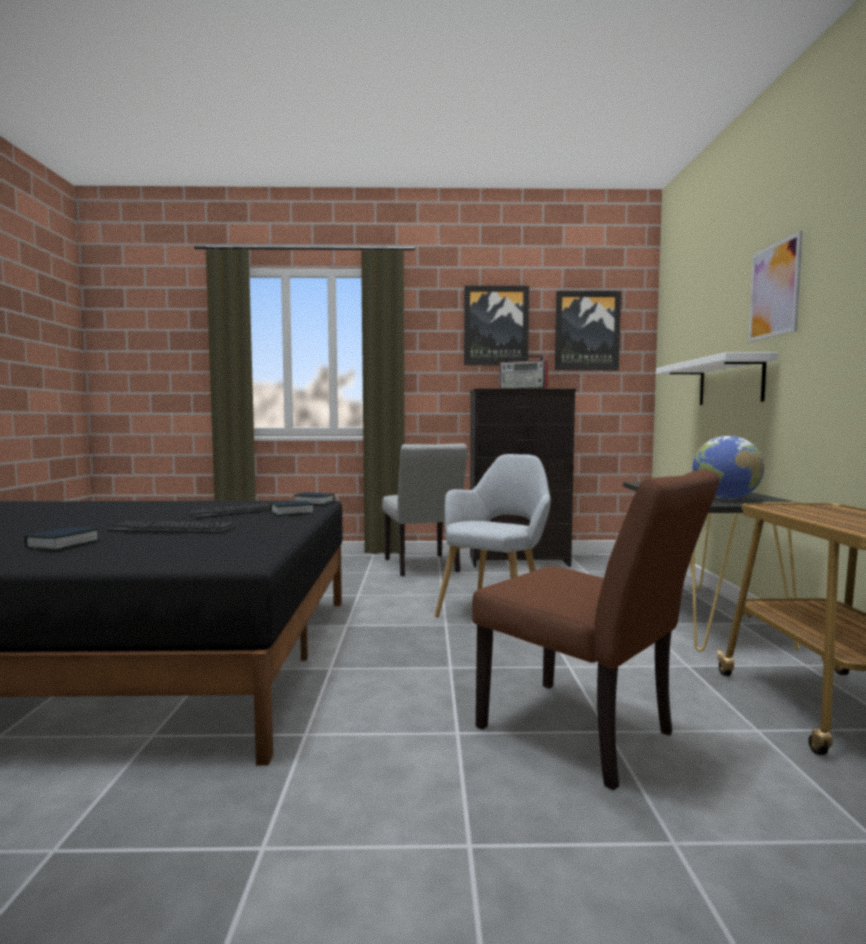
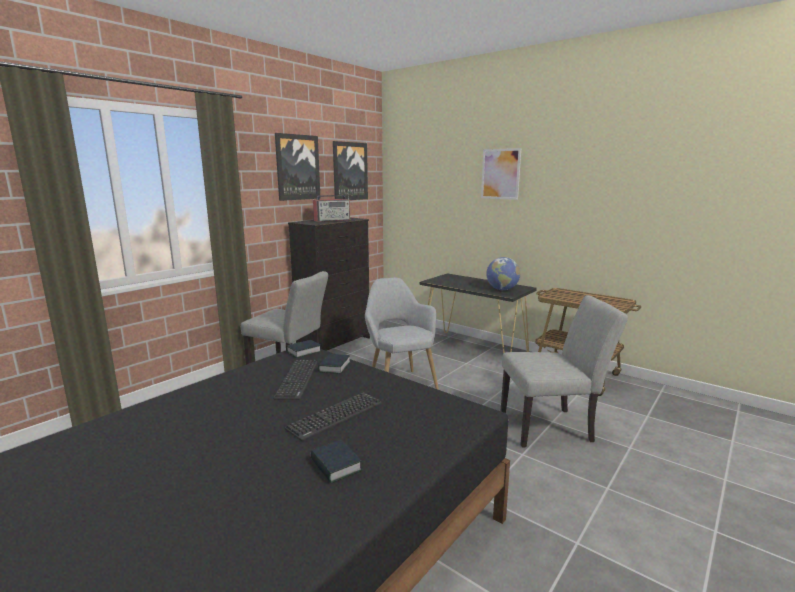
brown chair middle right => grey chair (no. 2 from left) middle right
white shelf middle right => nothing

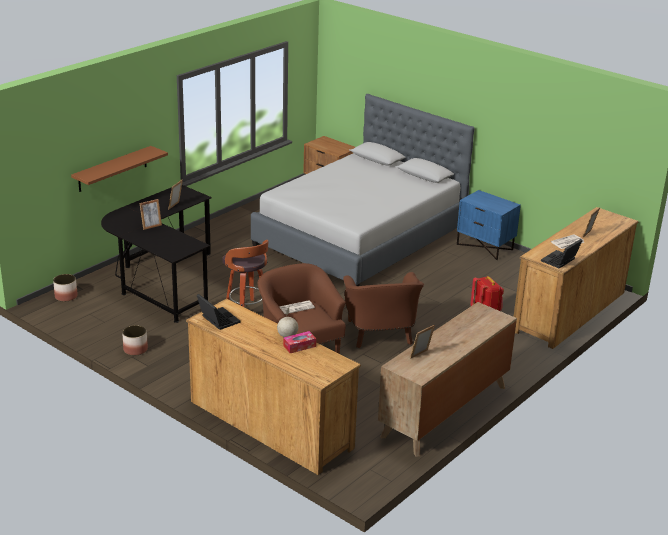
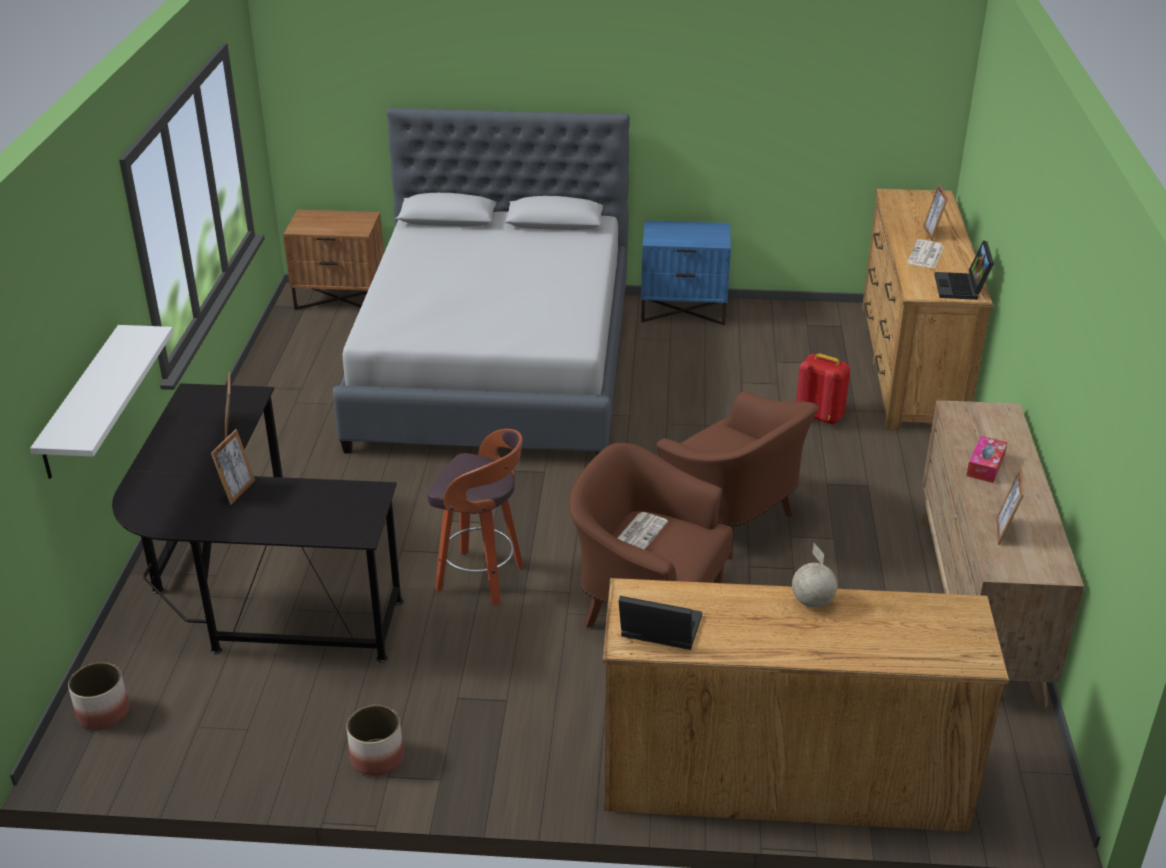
brown shelf top left => white shelf middle left
tissue box centre => tissue box middle right, shifted

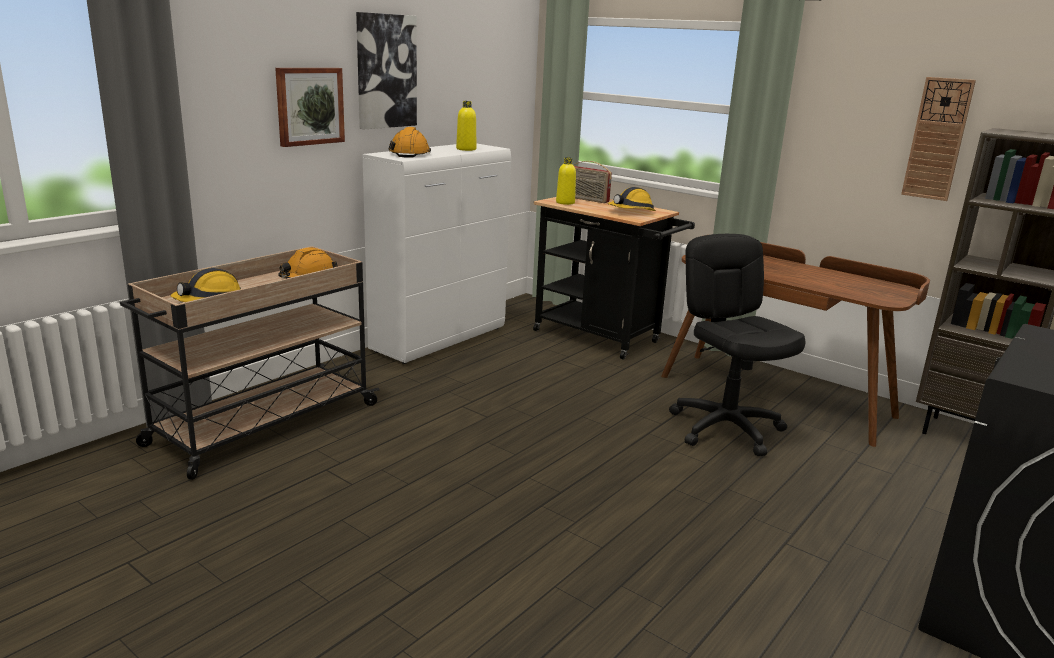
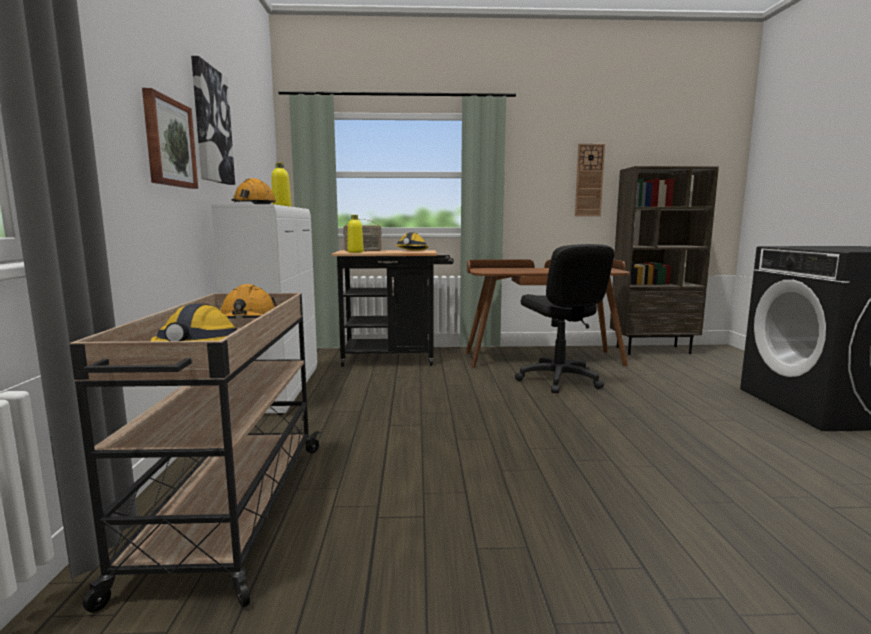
black office chair middle right => black office chair centre, 135 degrees counterclockwise

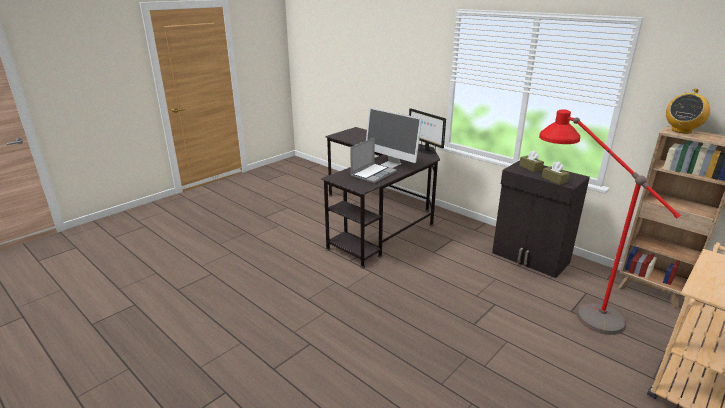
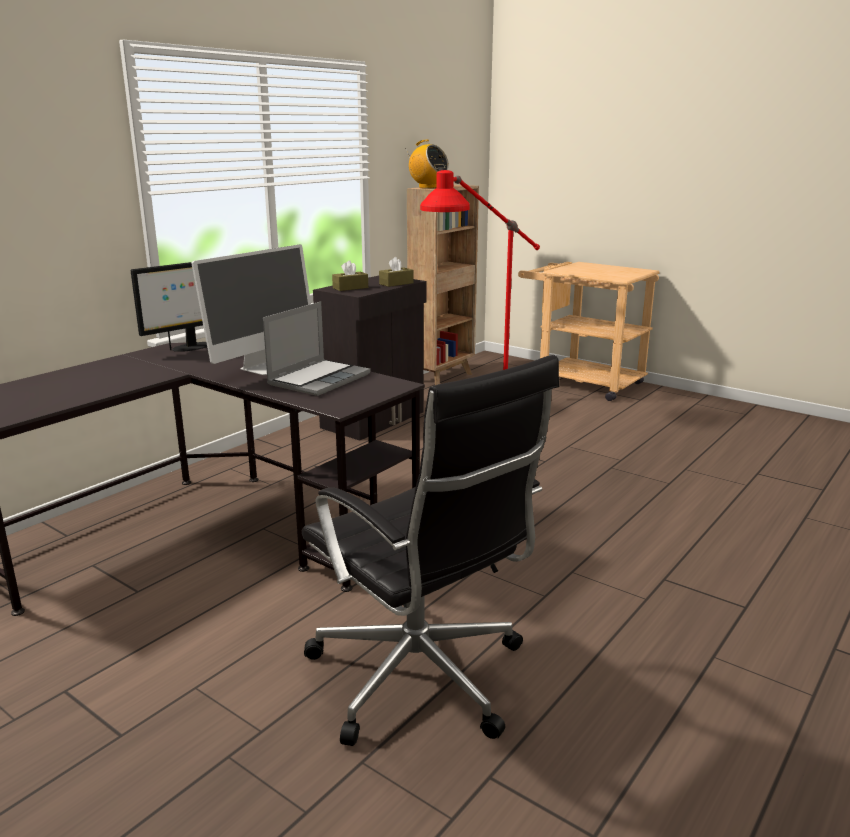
laptop centre, 90 degrees clockwise
nothing => black office chair centre

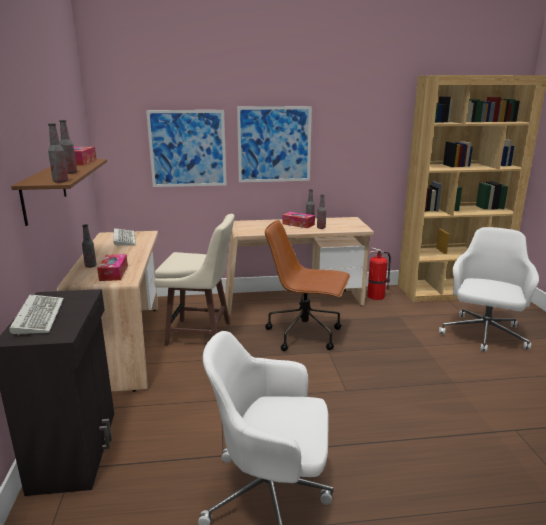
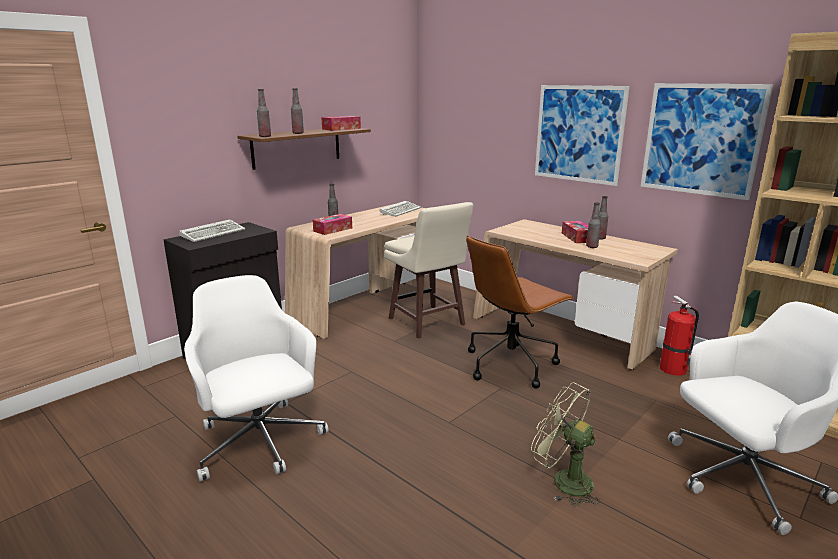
picture (no. 1 from left in the first image) top centre => picture (no. 2 from left) top right, shifted
brown office chair centre, 105 degrees counterclockwise
nothing => green fan bottom right

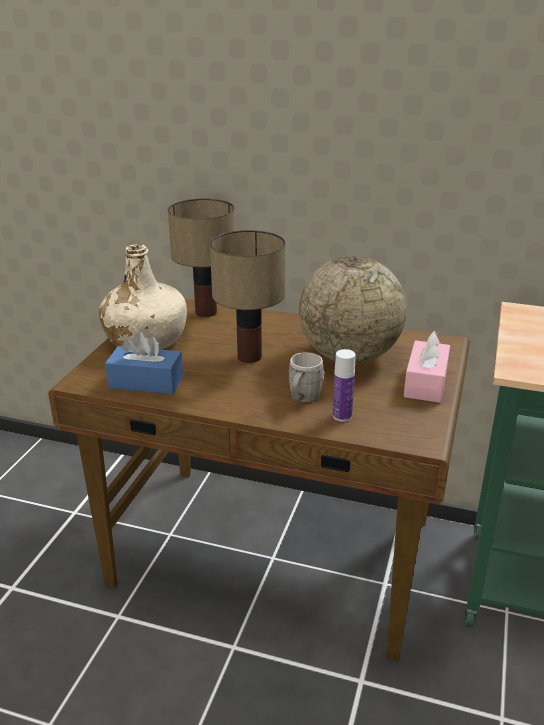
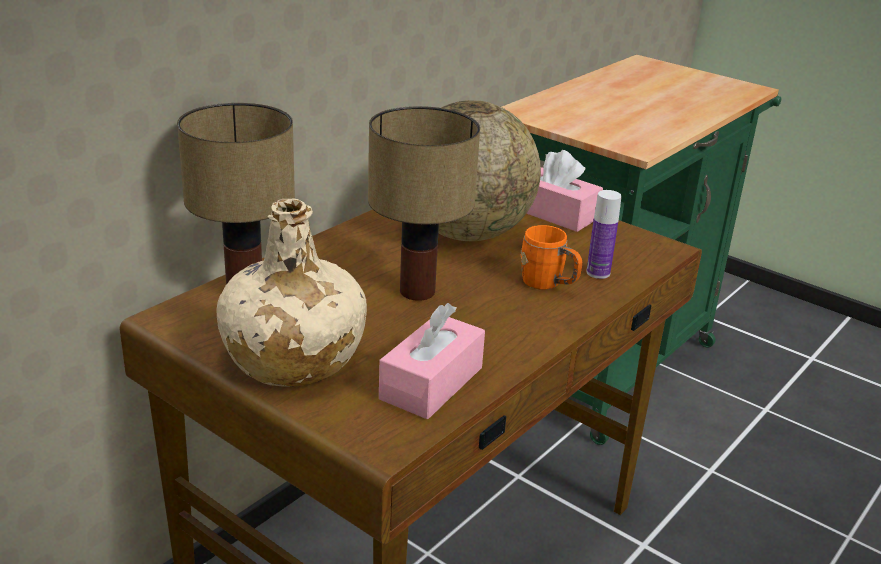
blue tissue box middle left => pink tissue box (no. 1 from left) centre
grey mug centre => orange mug centre

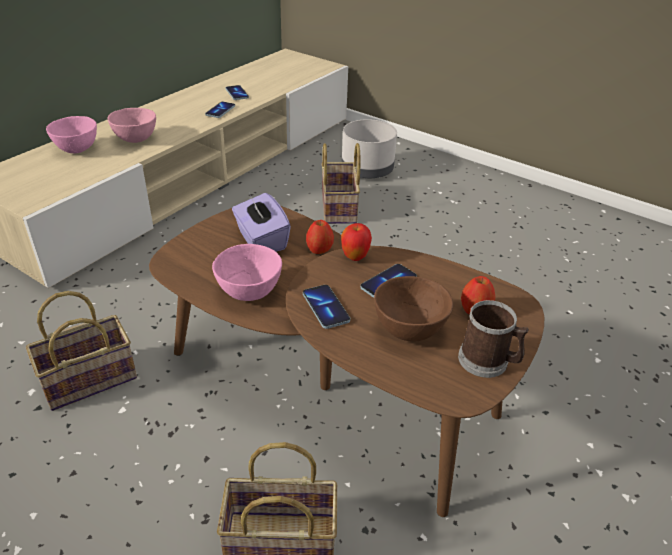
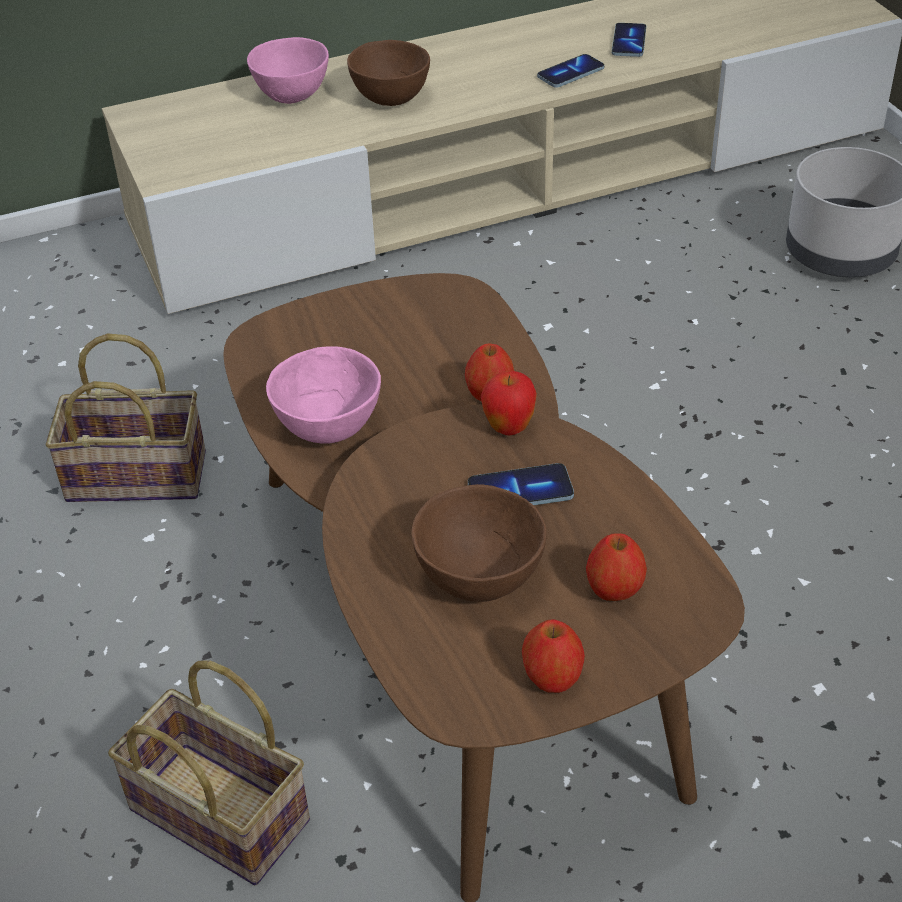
pink bowl (no. 2 from left) top left => brown bowl (no. 1 from left) top centre
purple tissue box centre => nothing
phone (no. 3 from left) centre => nothing
basket (no. 3 from left) top centre => nothing
mug middle right => apple (no. 3 from left) bottom centre

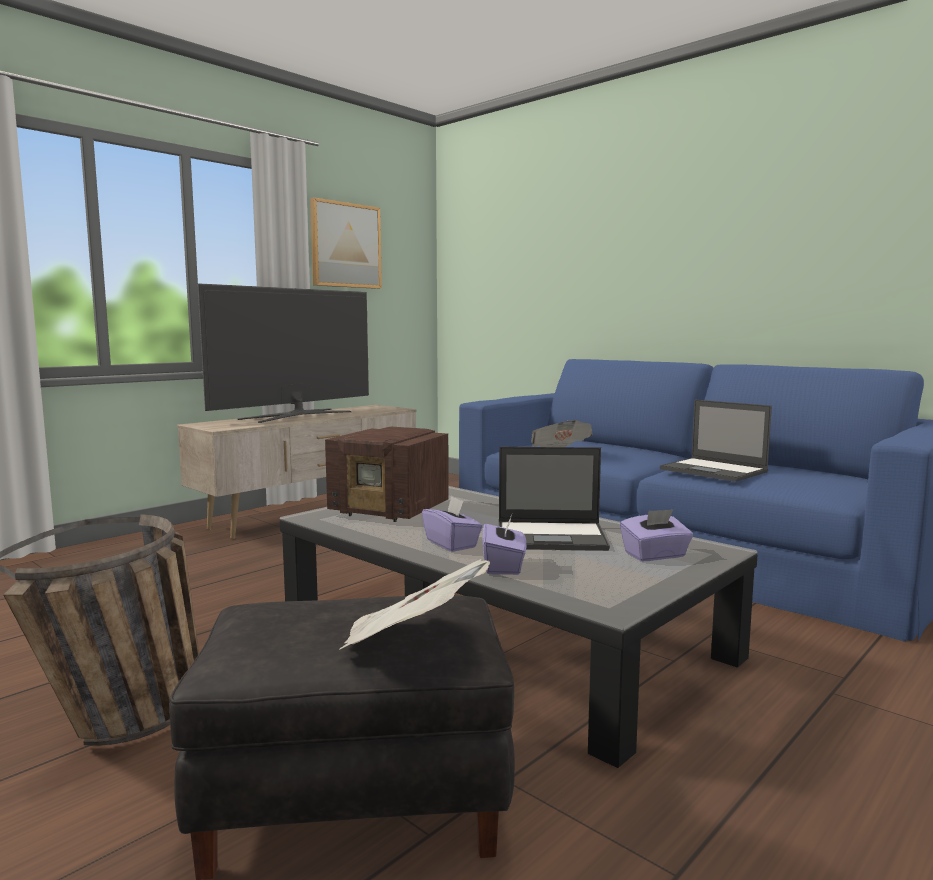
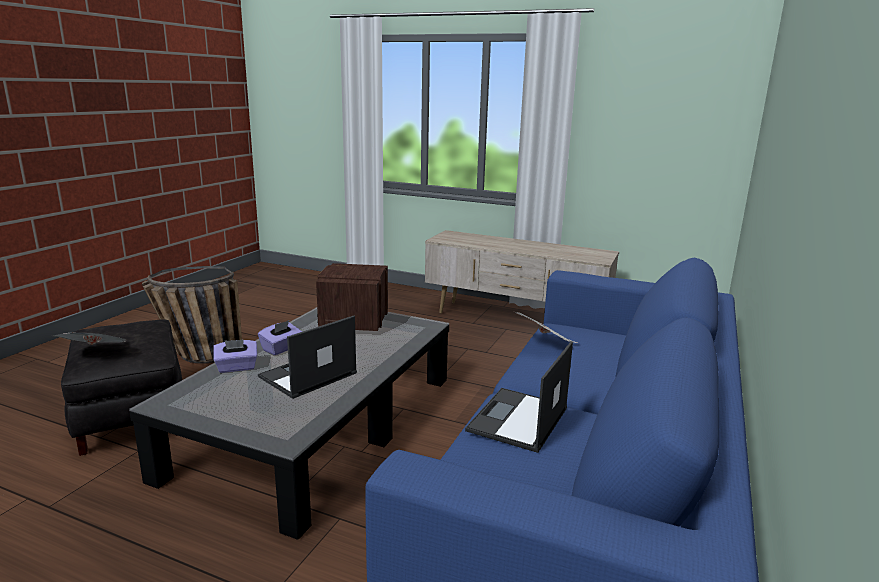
television middle left => nothing
picture top centre => nothing
laptop (no. 1 from left) centre, 60 degrees clockwise
purple tissue box (no. 3 from left) middle right => nothing

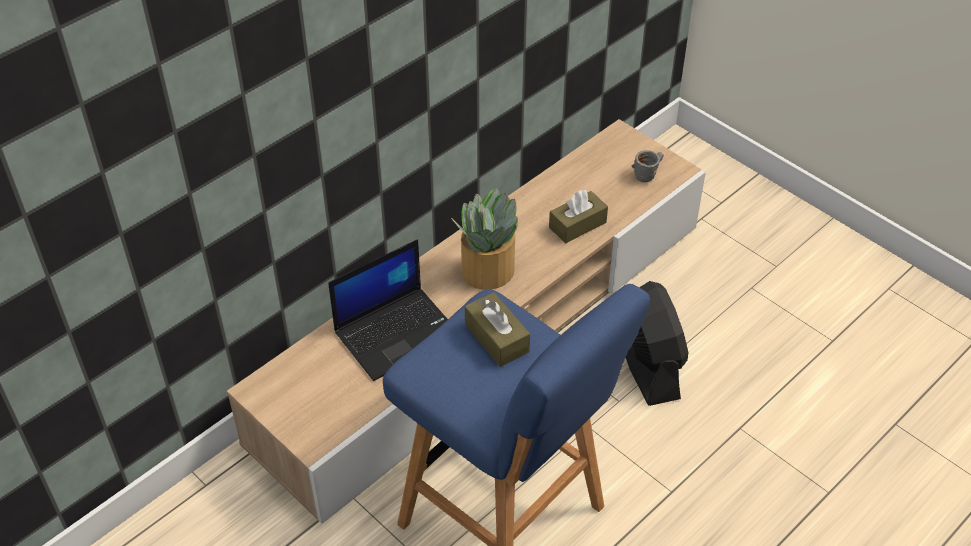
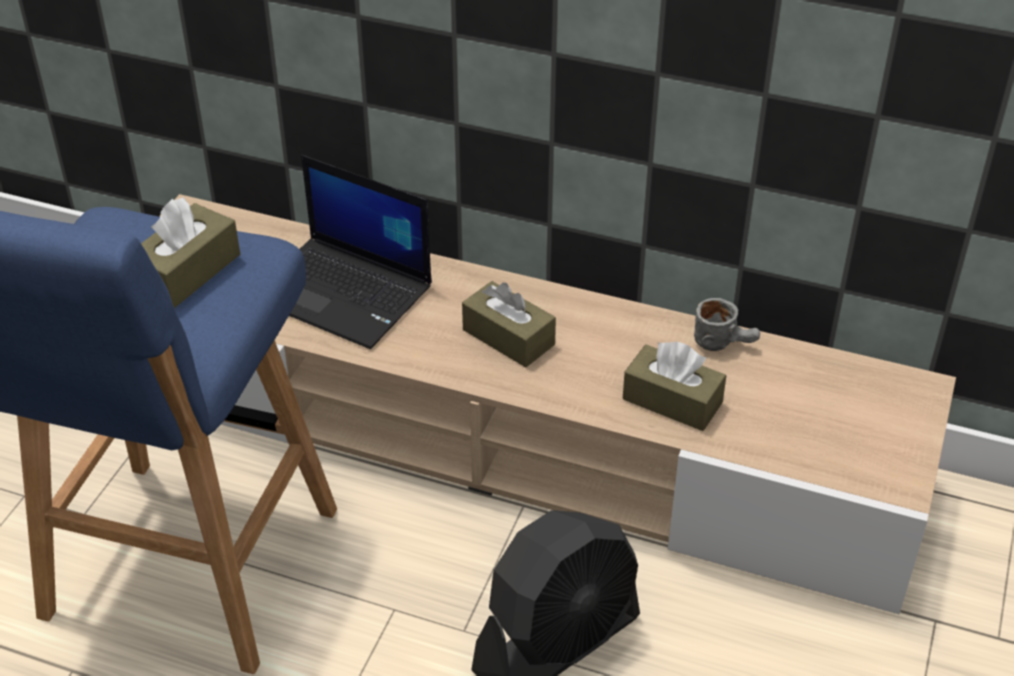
potted plant centre => brown tissue box (no. 2 from left) centre
grey mug top right => grey mug middle right, shifted

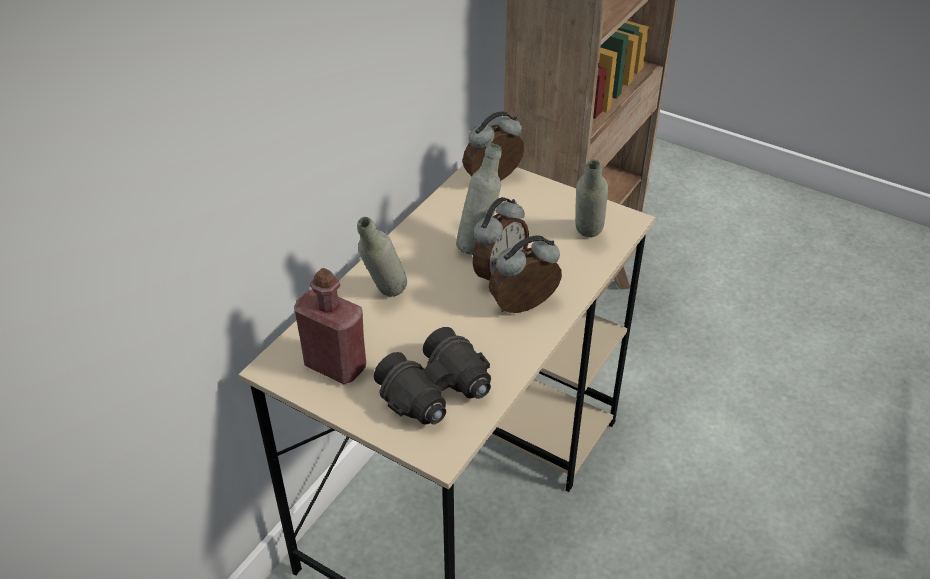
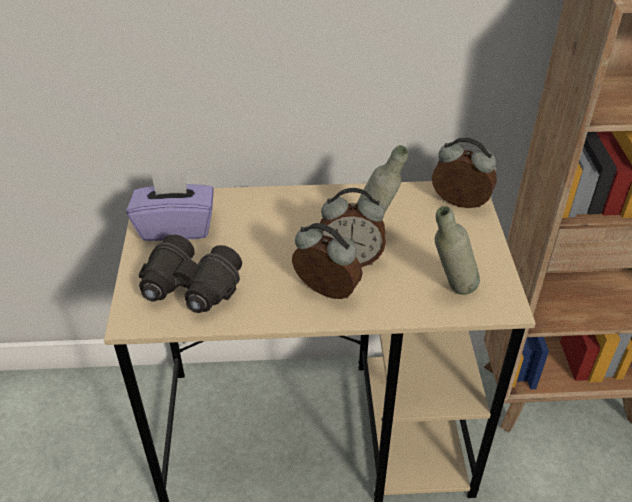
red bottle centre => purple tissue box middle left
grey bottle (no. 1 from left) centre => nothing

